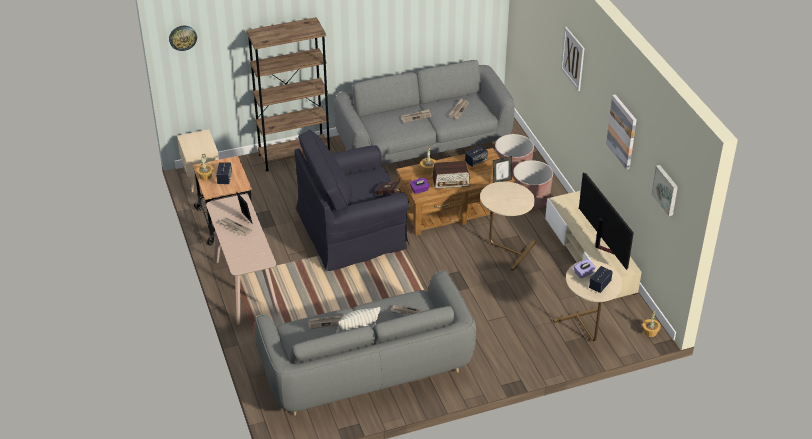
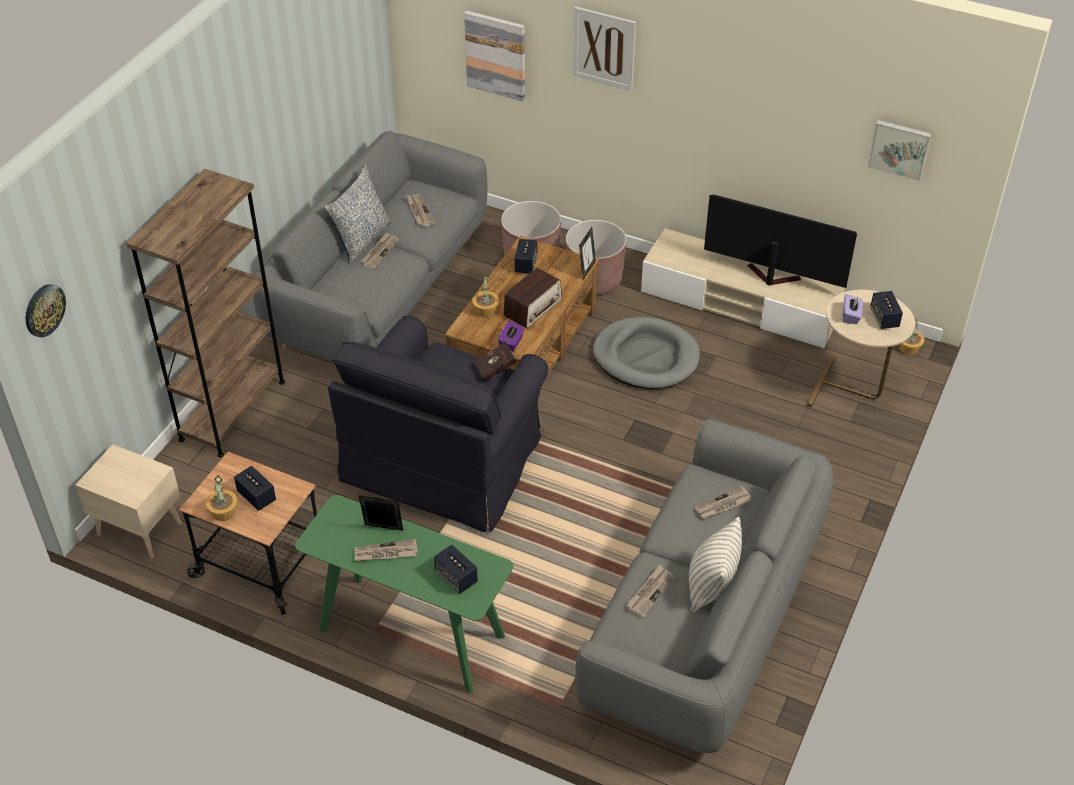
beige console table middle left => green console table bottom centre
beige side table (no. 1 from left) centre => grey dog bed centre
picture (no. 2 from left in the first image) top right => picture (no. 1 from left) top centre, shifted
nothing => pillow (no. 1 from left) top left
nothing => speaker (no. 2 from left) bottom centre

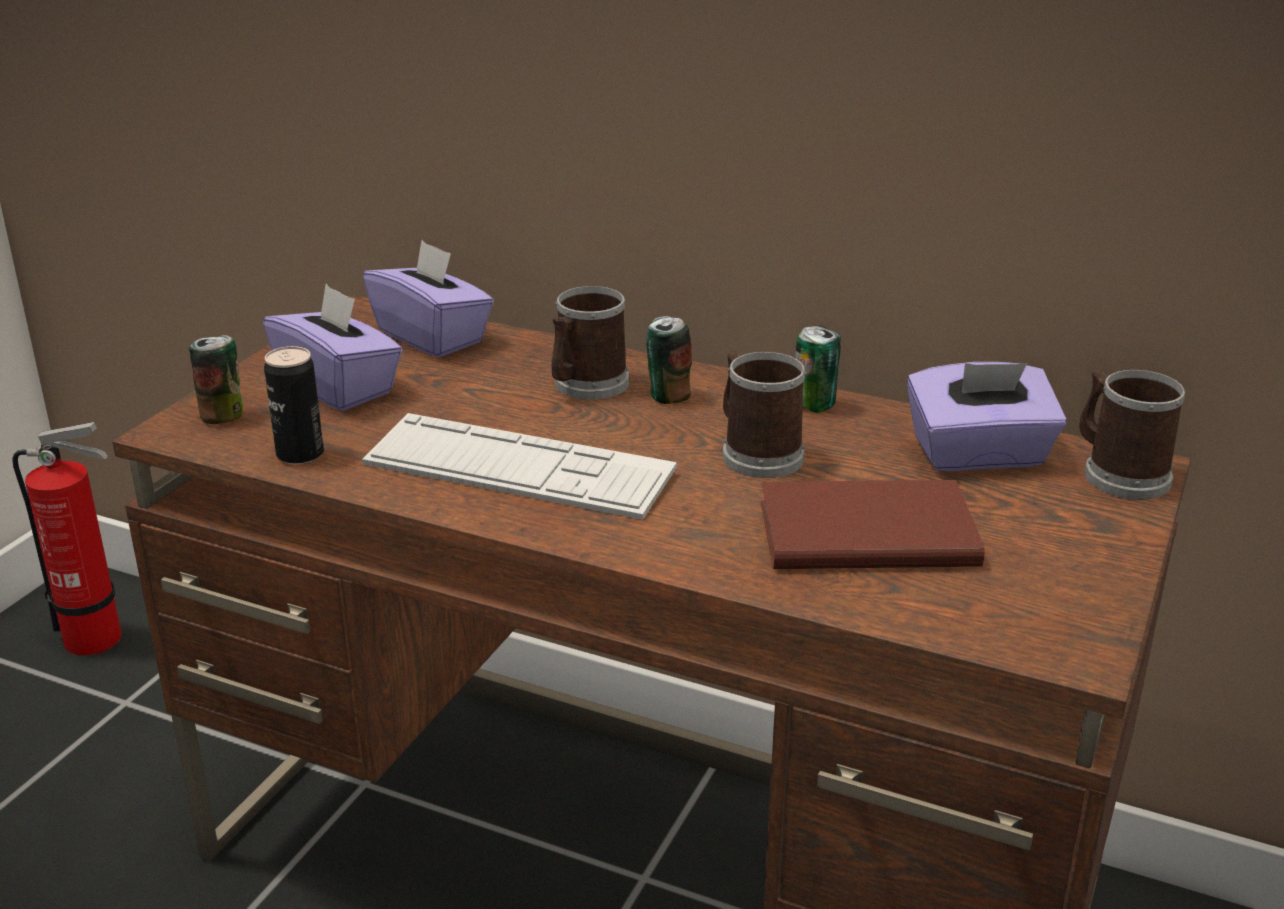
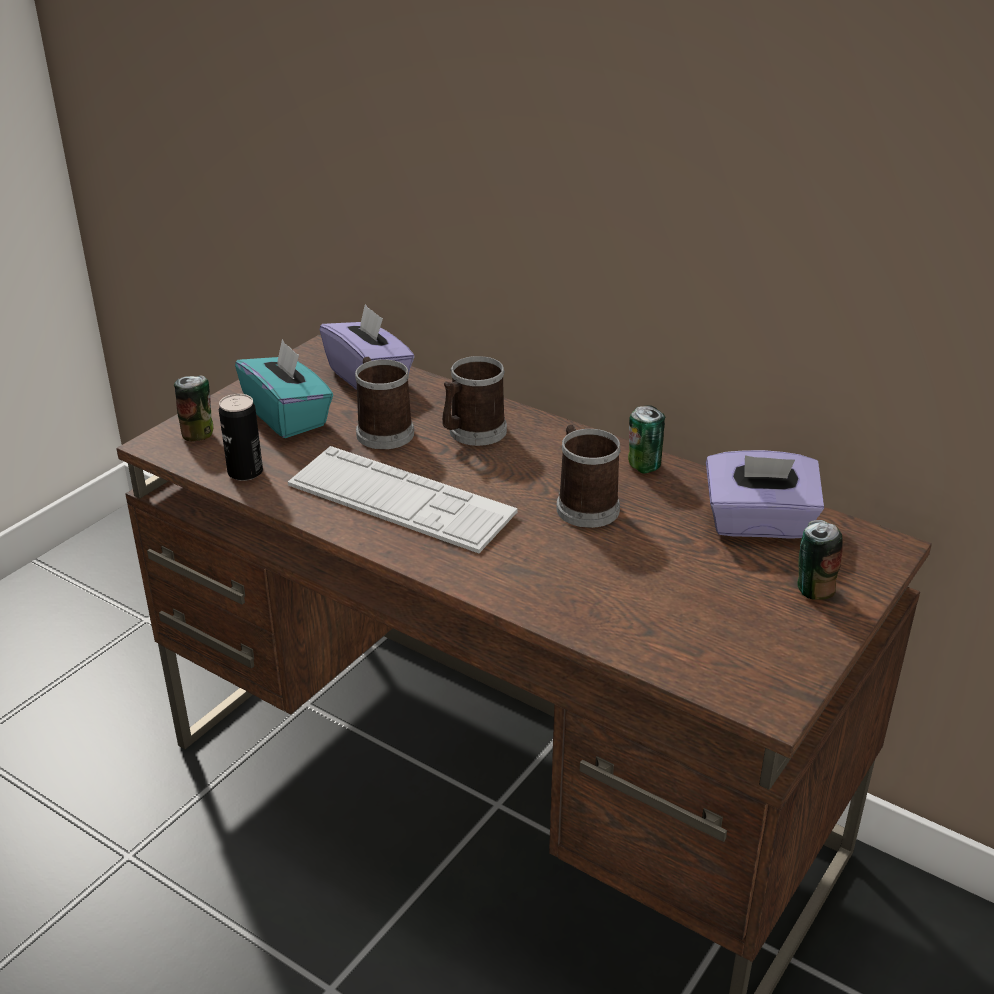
fire extinguisher middle left => nothing
purple tissue box (no. 1 from left) middle left => turquoise tissue box middle left
can (no. 3 from left in the first image) centre => can (no. 4 from left) middle right, shifted
brown book middle right => nothing
mug (no. 3 from left in the first image) middle right => mug (no. 1 from left) centre, shifted

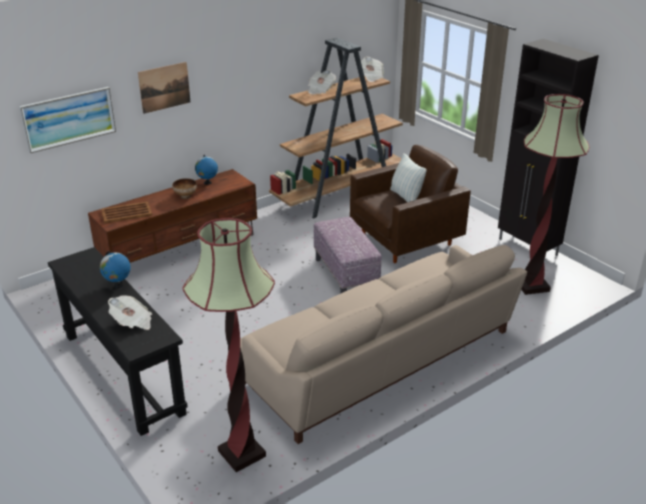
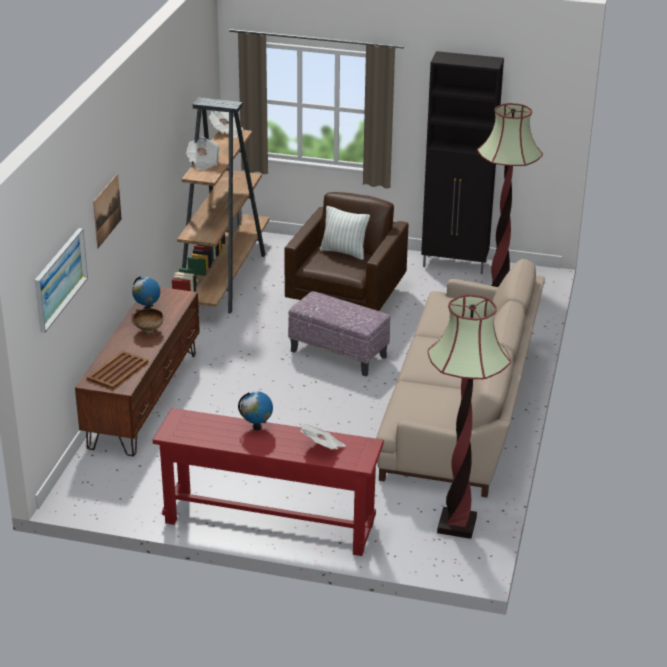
black console table bottom left => red console table bottom centre

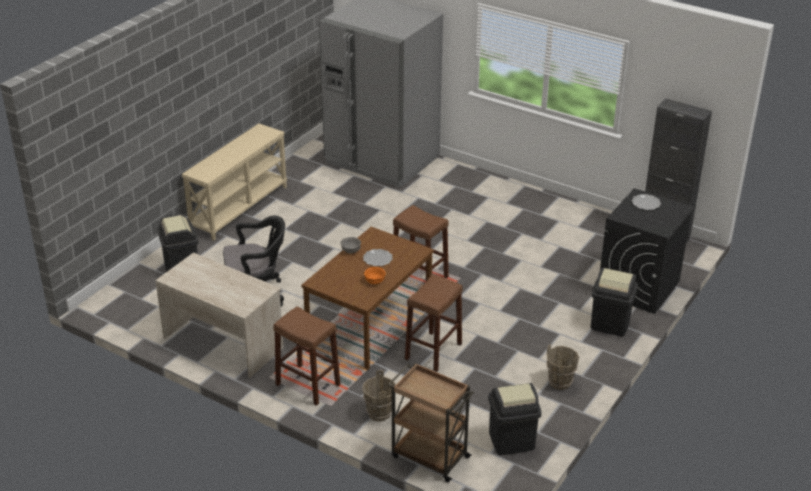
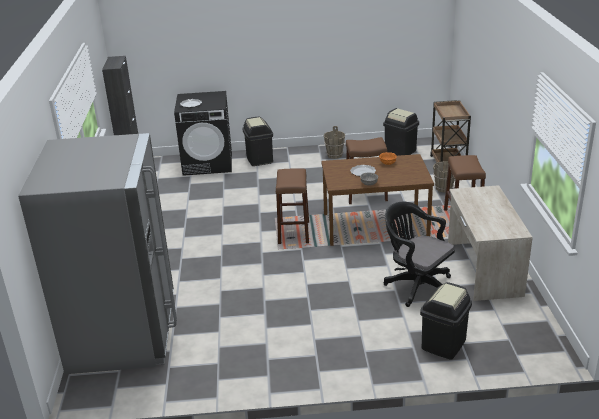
beige console table middle left => nothing

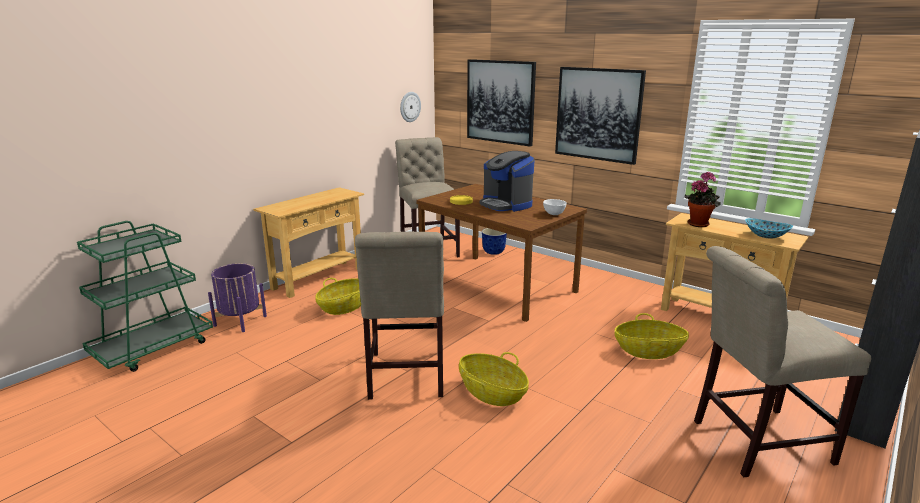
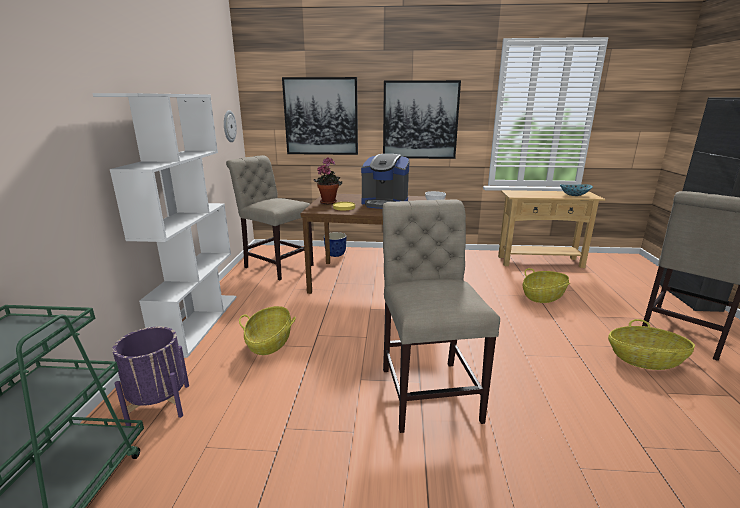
beige console table (no. 1 from left) centre => white bookcase middle left
beige chair (no. 1 from left in the first image) centre => beige chair (no. 2 from left) centre, 150 degrees counterclockwise
basket (no. 2 from left in the first image) bottom centre => basket (no. 3 from left) bottom right, shifted
potted plant middle right => potted plant centre, shifted

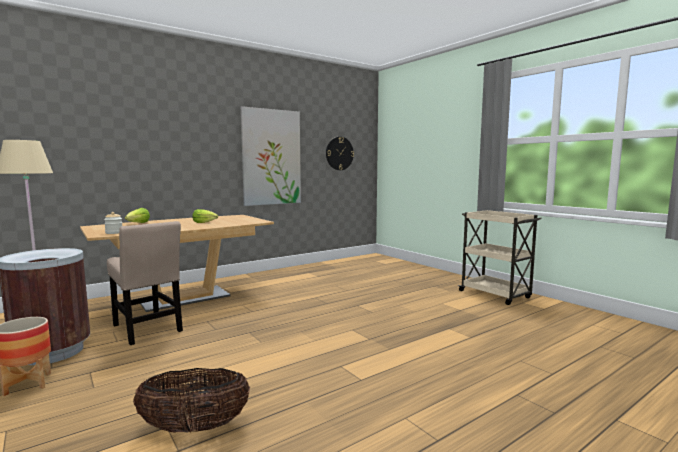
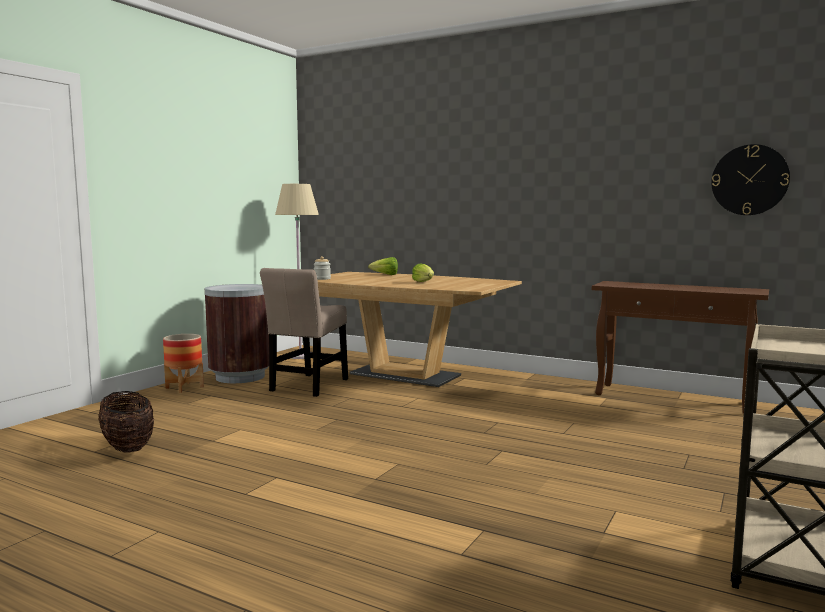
picture centre => nothing
nothing => brown console table middle right

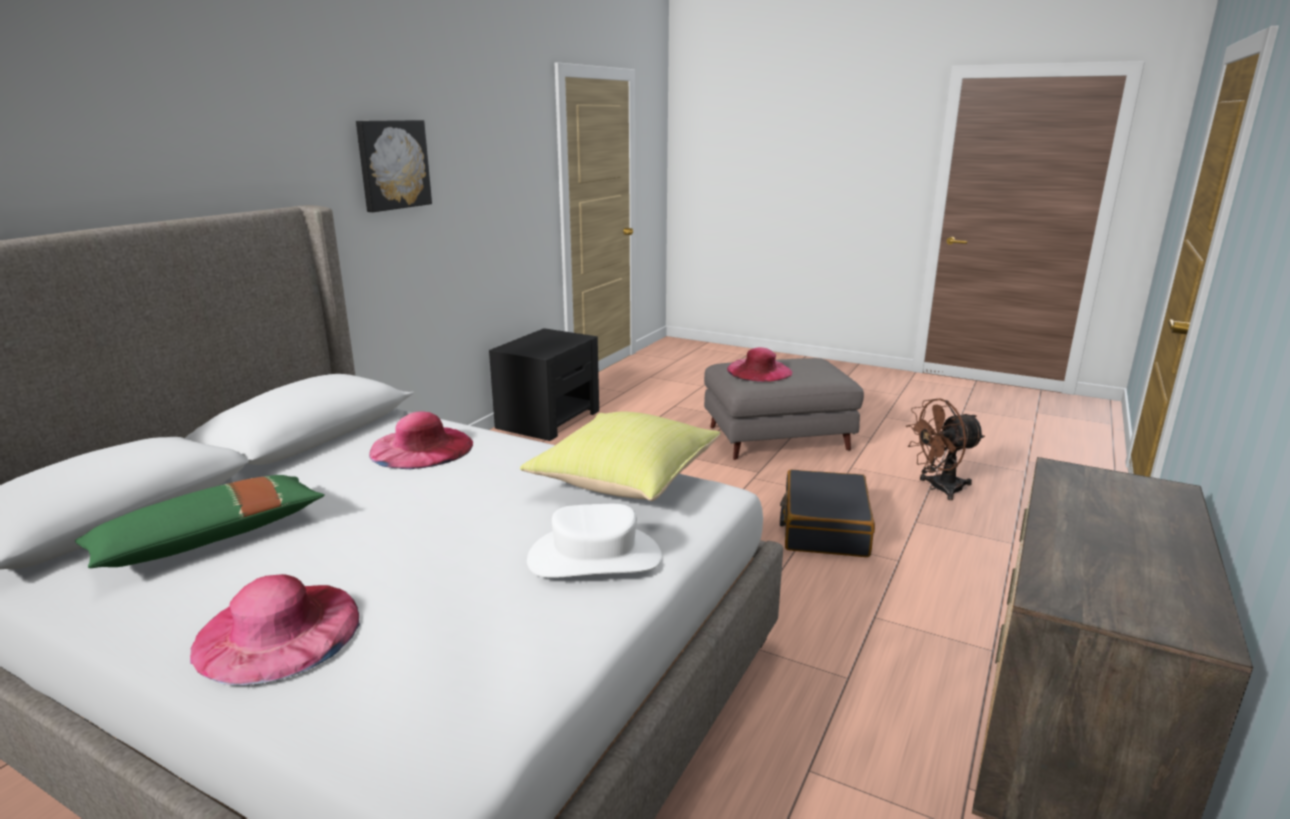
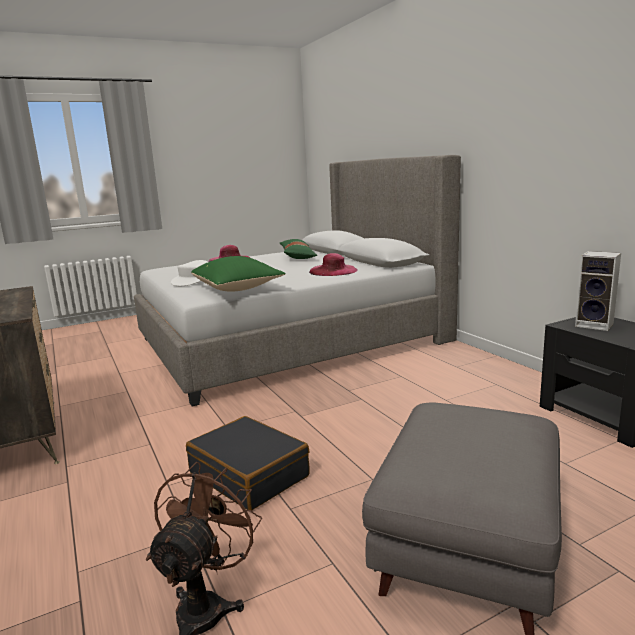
picture top left => nothing
yellow pillow centre => green pillow (no. 1 from left) centre
pink hat (no. 3 from left) centre => nothing
nothing => speaker middle right

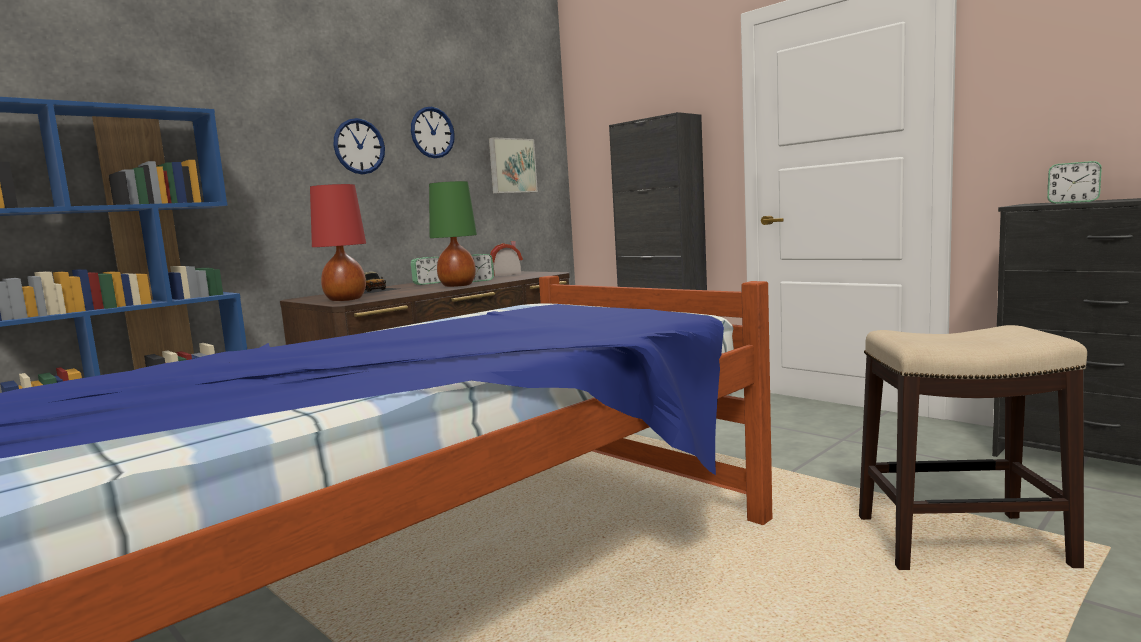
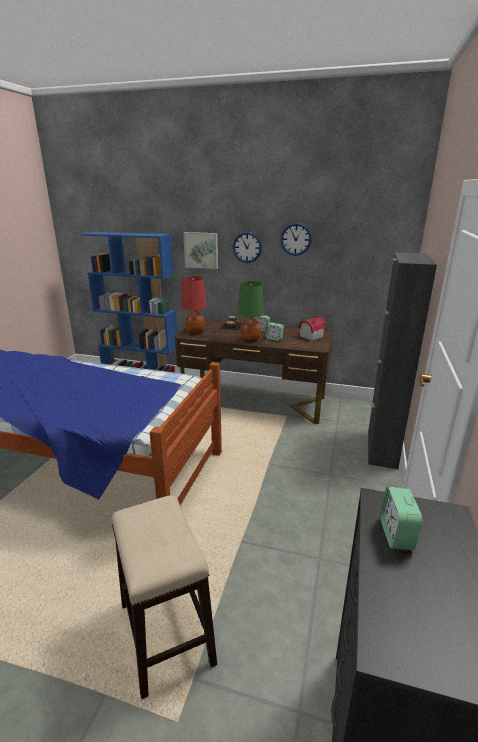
picture top centre => picture centre, shifted

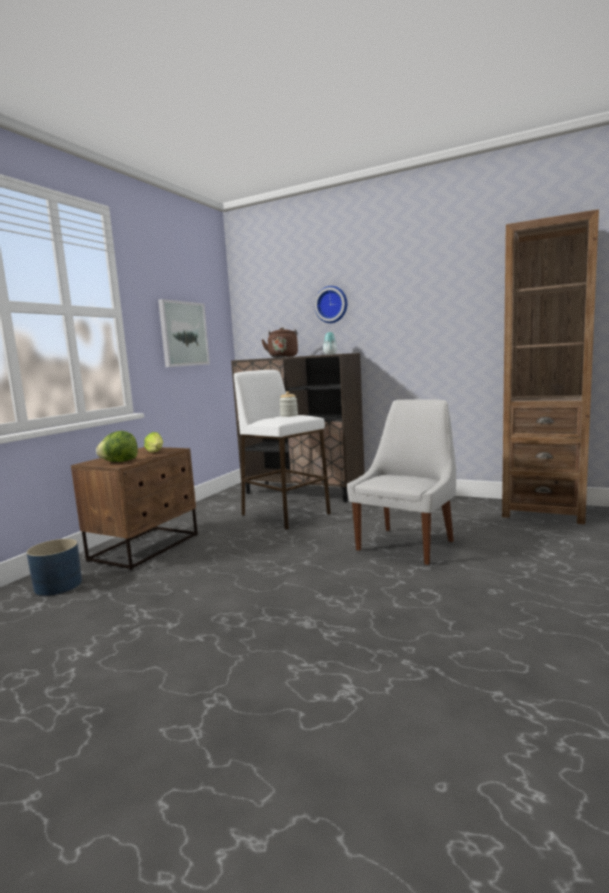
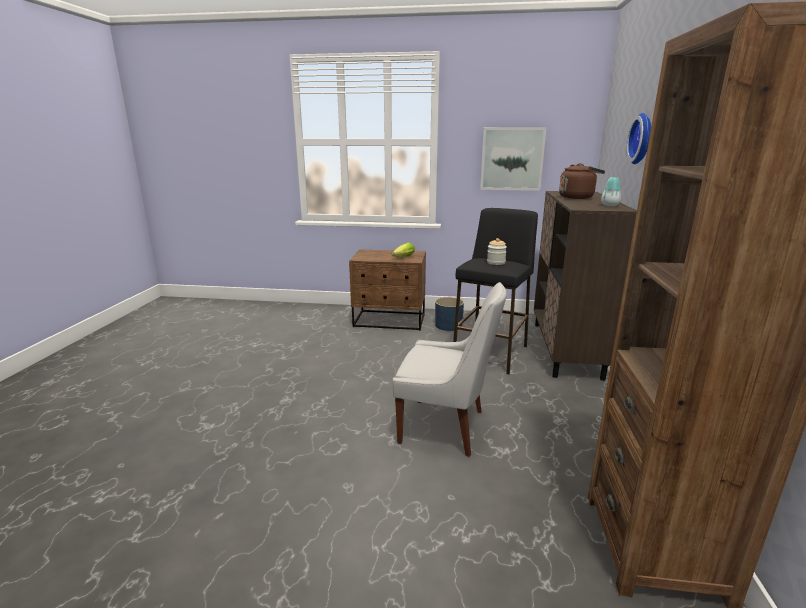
blue planter middle left => blue planter centre, shifted
lettuce (no. 1 from left) middle left => nothing
white stool centre => black stool centre

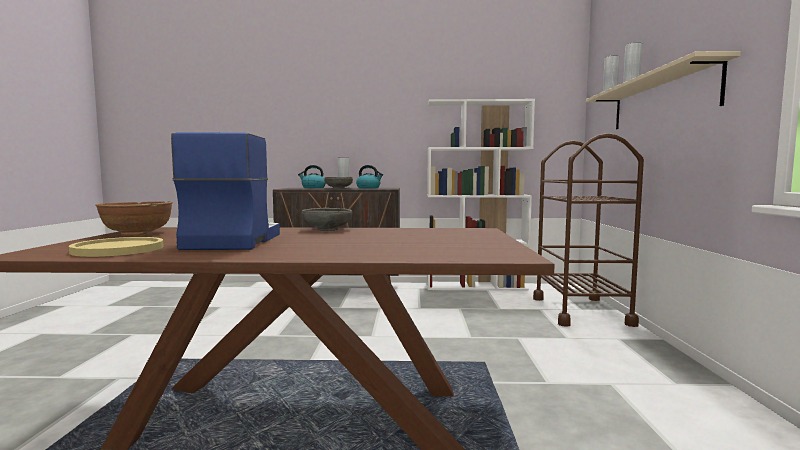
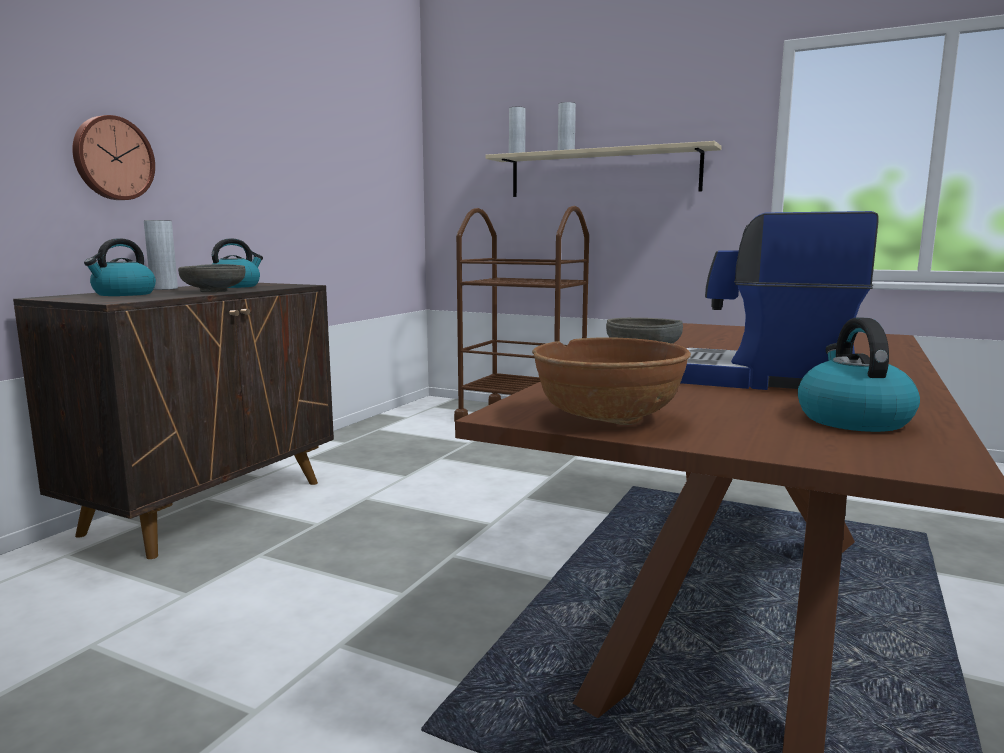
yellow plate middle left => kettle (no. 3 from left) middle right
white bookcase centre => nothing
nothing => wall clock top left

